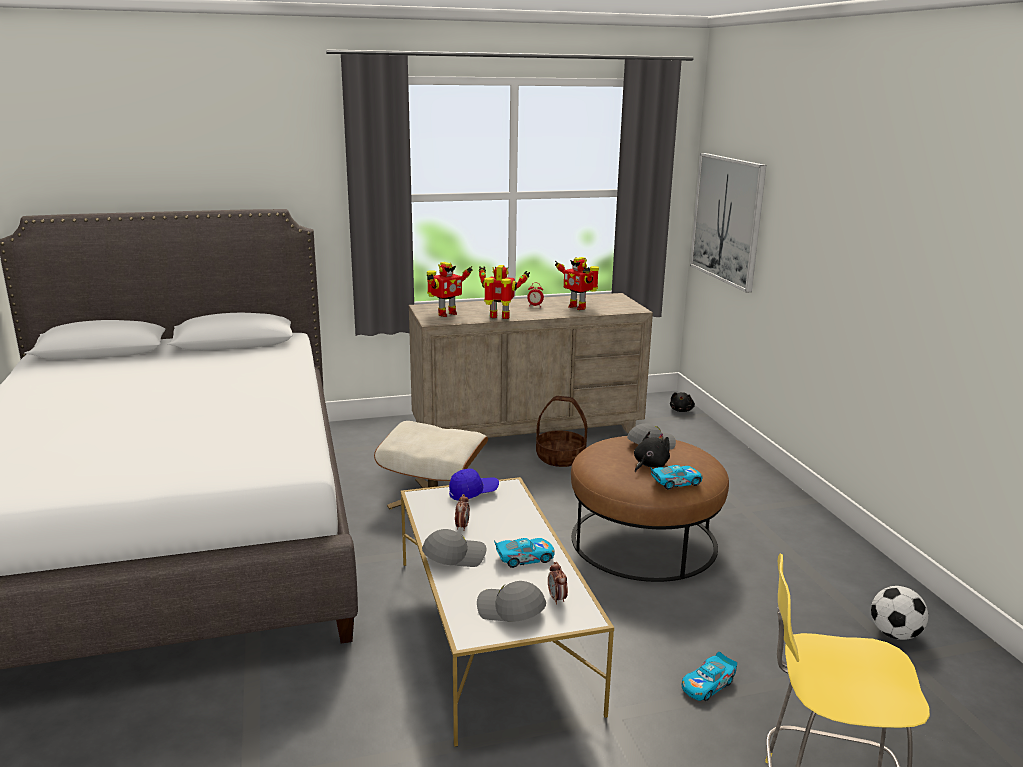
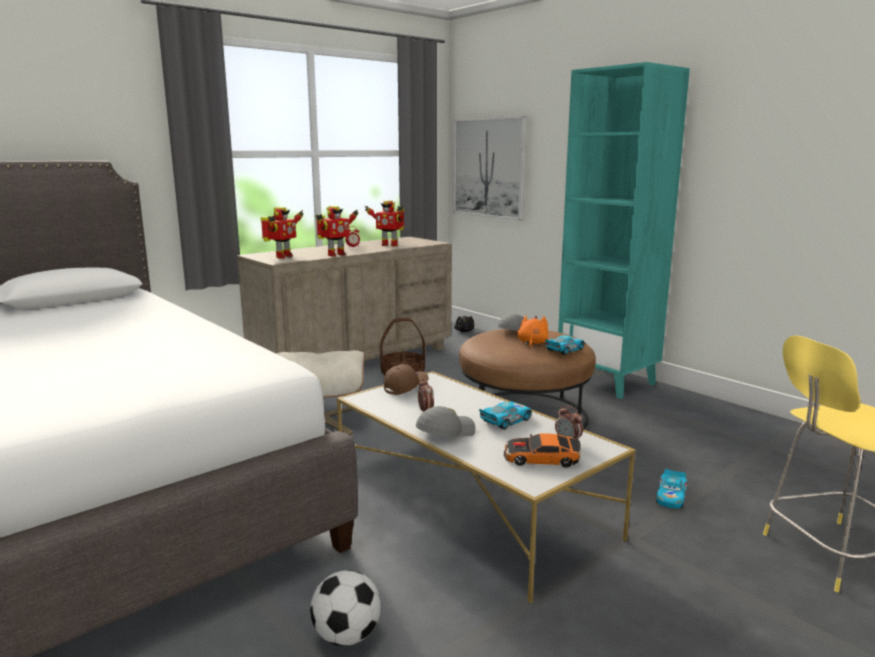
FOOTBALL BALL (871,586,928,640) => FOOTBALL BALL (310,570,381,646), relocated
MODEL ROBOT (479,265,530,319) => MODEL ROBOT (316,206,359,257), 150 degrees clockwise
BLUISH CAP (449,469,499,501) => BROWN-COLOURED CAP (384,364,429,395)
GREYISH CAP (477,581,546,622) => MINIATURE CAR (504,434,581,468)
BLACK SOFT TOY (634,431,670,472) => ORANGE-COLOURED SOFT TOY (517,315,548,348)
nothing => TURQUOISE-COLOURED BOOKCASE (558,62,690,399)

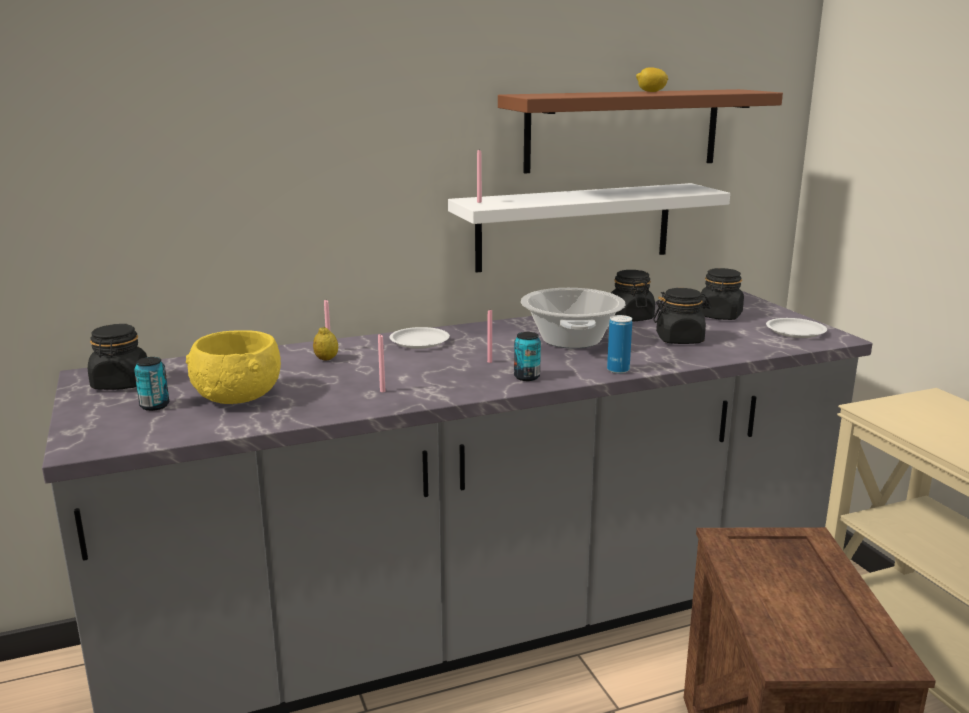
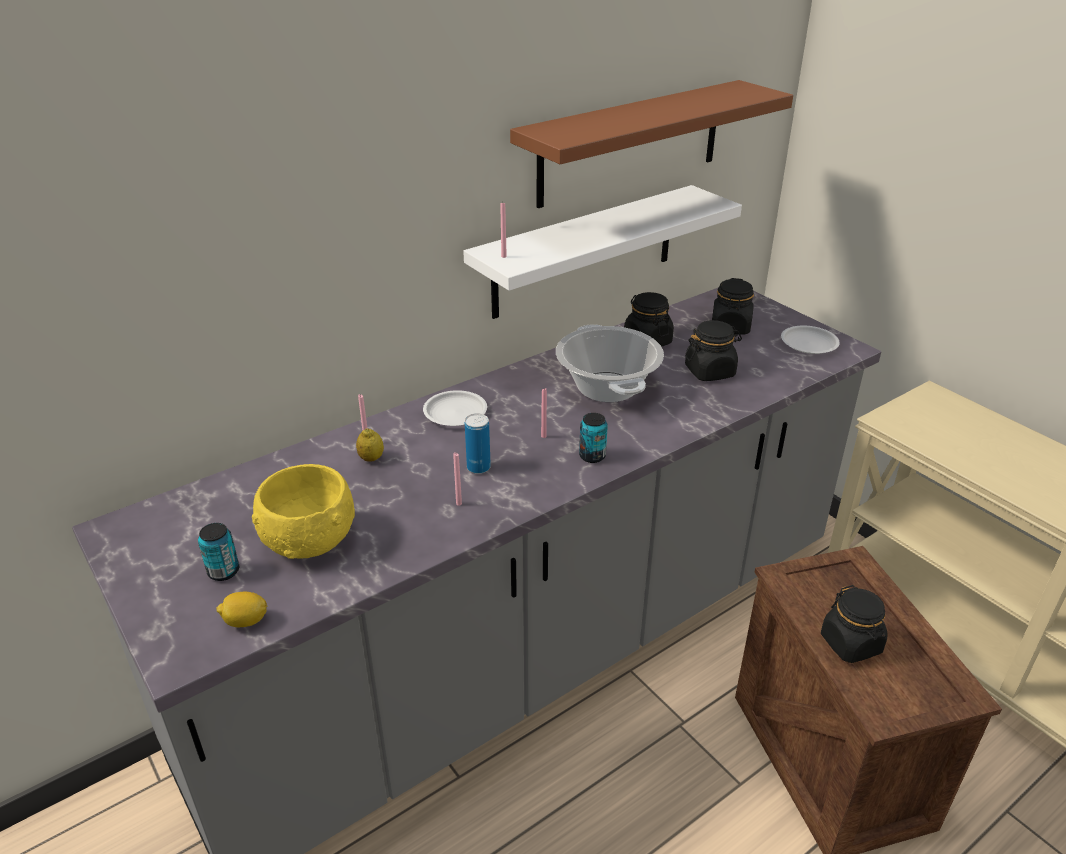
WHOLE LEMON (636,67,668,92) => WHOLE LEMON (217,592,267,627), relocated
CAN (607,315,632,374) => CAN (465,413,491,474), relocated
BLACK STORAGE JAR (88,324,147,390) => BLACK STORAGE JAR (821,585,888,663), relocated

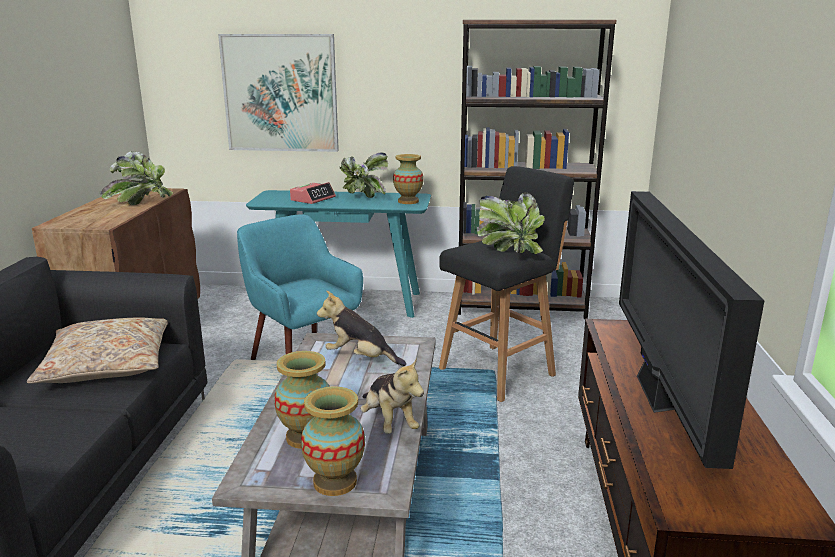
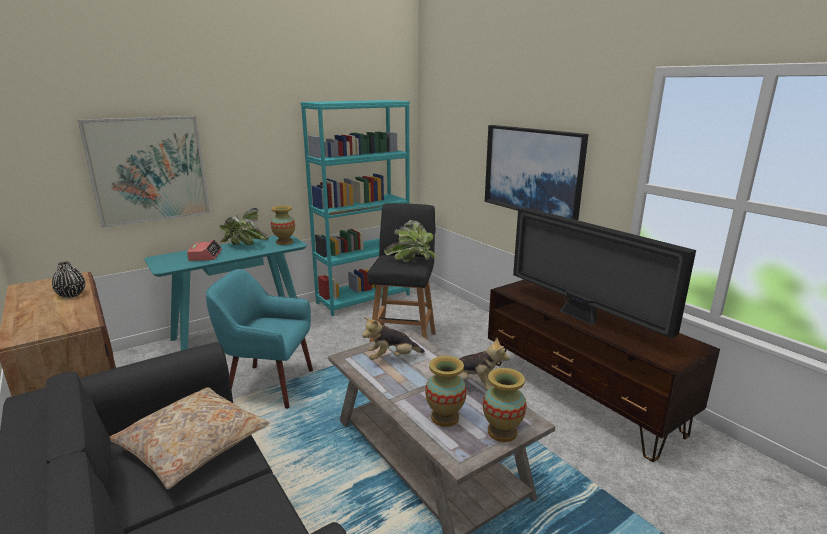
POTTED PLANT (100,151,173,205) => BLACK FLOWER VASE (52,261,85,298)
BROWN-COLOURED BOOKCASE (458,20,616,319) => TURQUOISE-COLOURED BOOKCASE (300,100,410,316)
nothing => WALL ART (485,125,588,220)

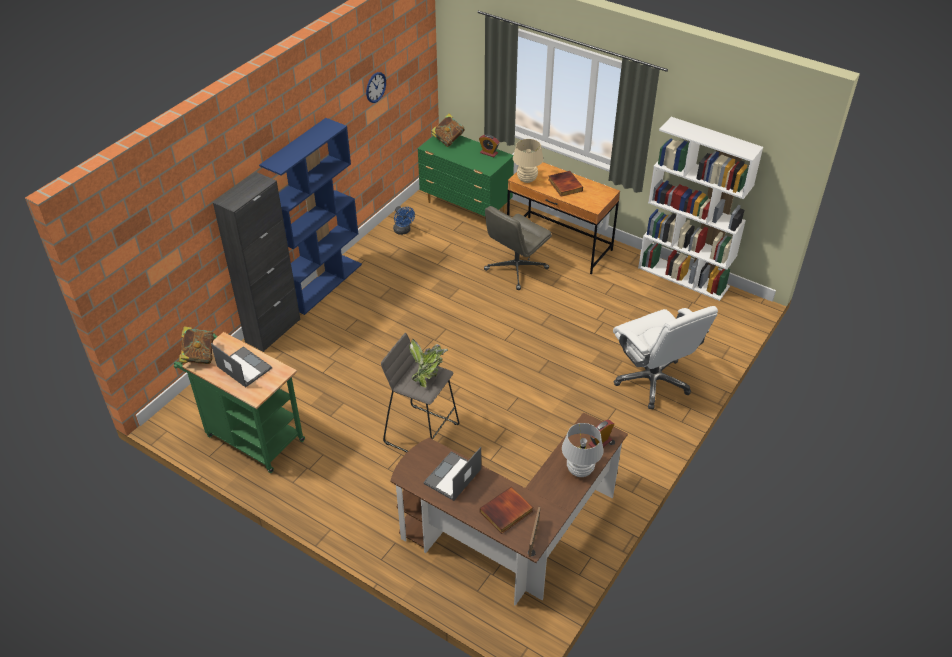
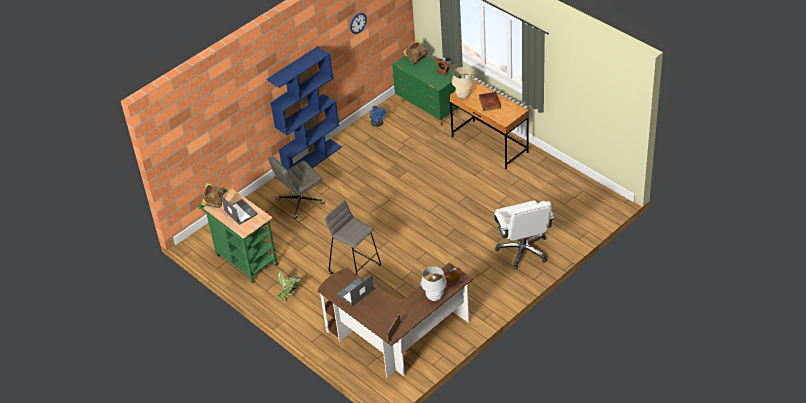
GREYISH DESK CHAIR (484,206,552,290) => GREYISH DESK CHAIR (268,156,325,219), relocated
POTTED PLANT (409,339,448,388) => POTTED PLANT (278,271,301,302), relocated
BLACK STORAGE CABINET (213,172,300,352) => nothing
BOUND BOOK (480,487,533,534) => nothing
WHITE BOOKCASE (638,117,763,301) => nothing

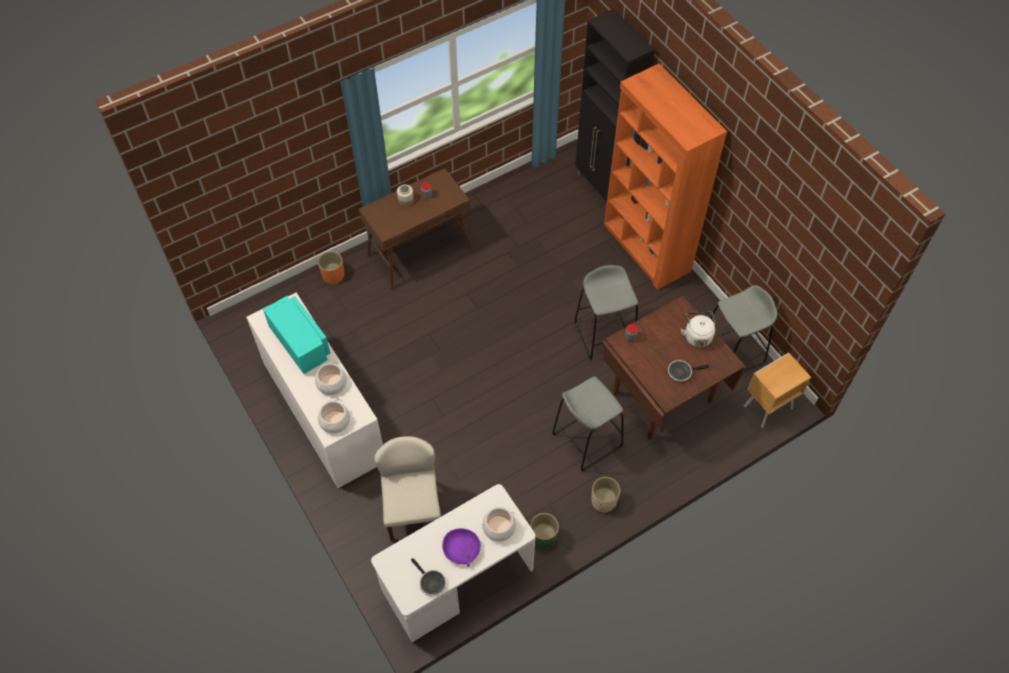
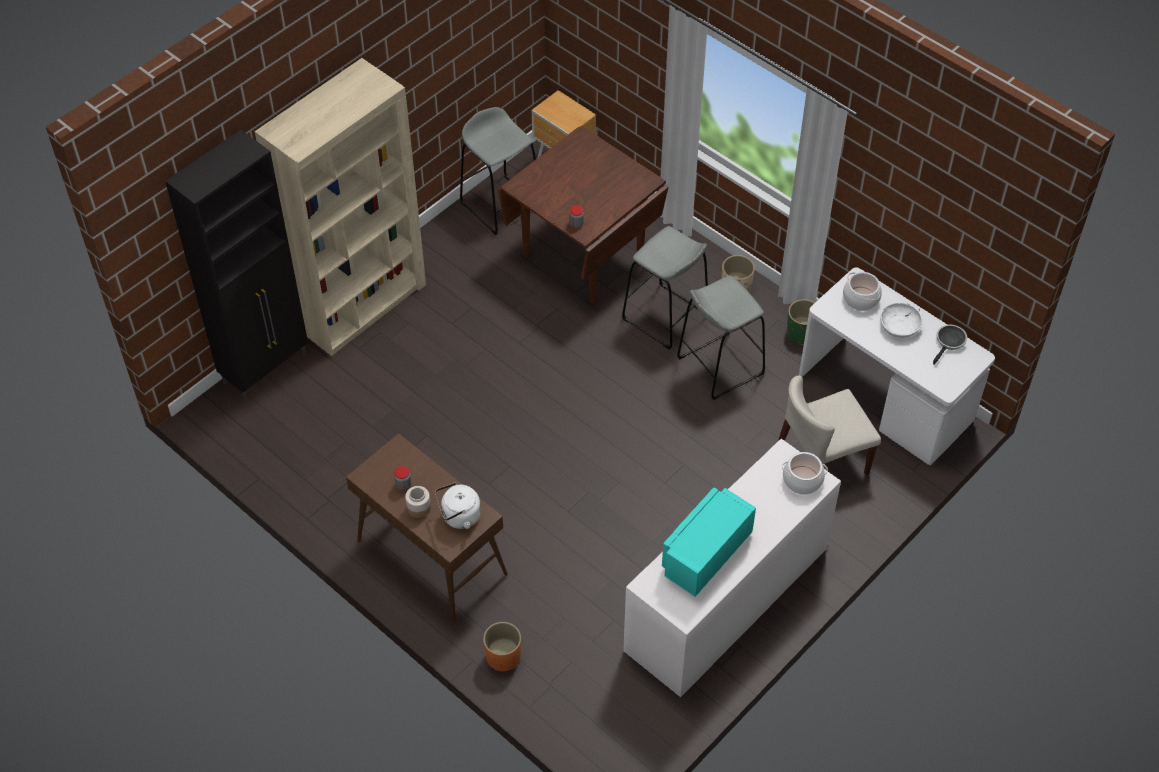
ORANGE-COLOURED BOOKCASE (604,63,727,290) => BEIGE-COLOURED BOOKCASE (254,58,426,356)
WHITE KETTLE (681,312,715,347) => WHITE KETTLE (435,483,481,529), relocated
GREYISH SITTING STOOL (574,265,638,360) => GREYISH SITTING STOOL (677,276,765,400), relocated
PURPLE-COLOURED SERVING BOWL (442,528,481,567) => WHITE SERVING BOWL (880,302,923,338)
SAUCEPOT (315,362,347,395) => nothing
SKILLET (668,360,709,382) => nothing

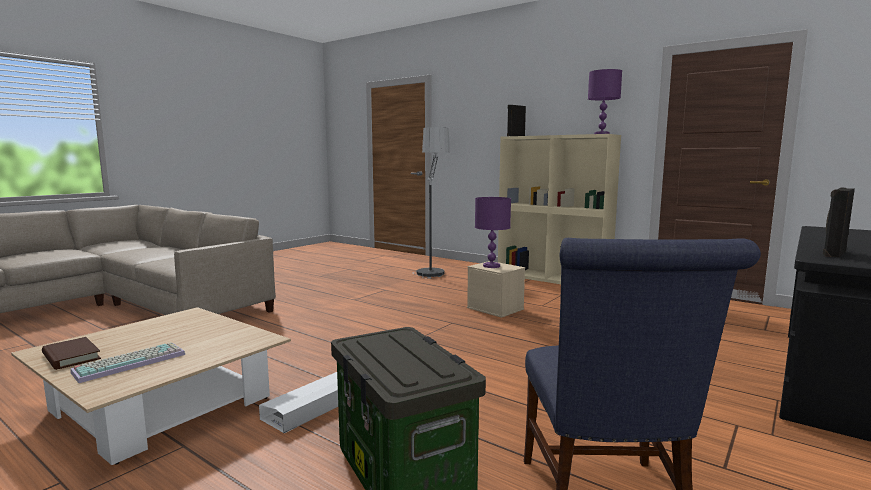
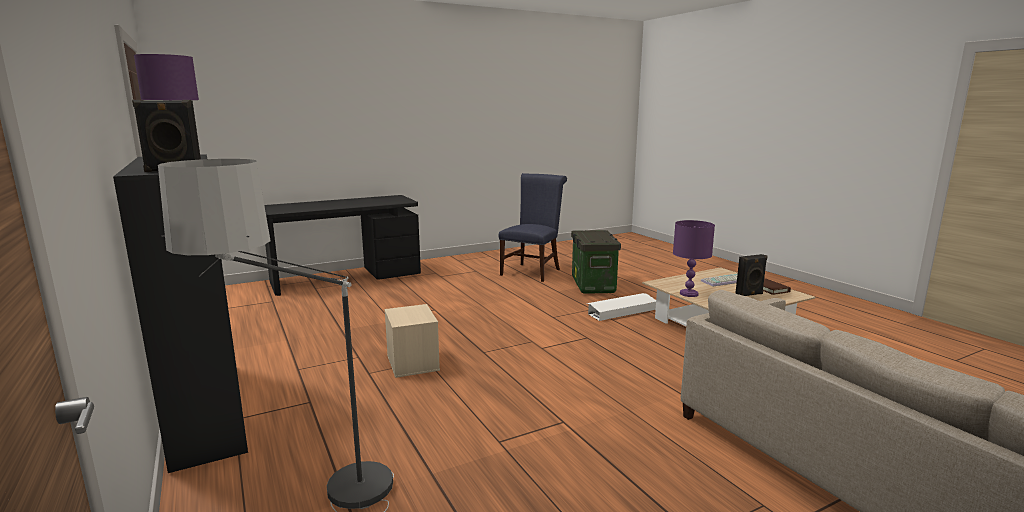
BEIGE-COLOURED BOOKCASE (498,134,621,284) => BLACK BOOKCASE (113,154,248,473)
PURPLE-COLOURED TABLE LAMP (475,197,511,268) => PURPLE-COLOURED TABLE LAMP (673,220,715,297), relocated
BLACK AUDIO SPEAKER (823,188,855,258) => BLACK AUDIO SPEAKER (735,254,768,296), relocated

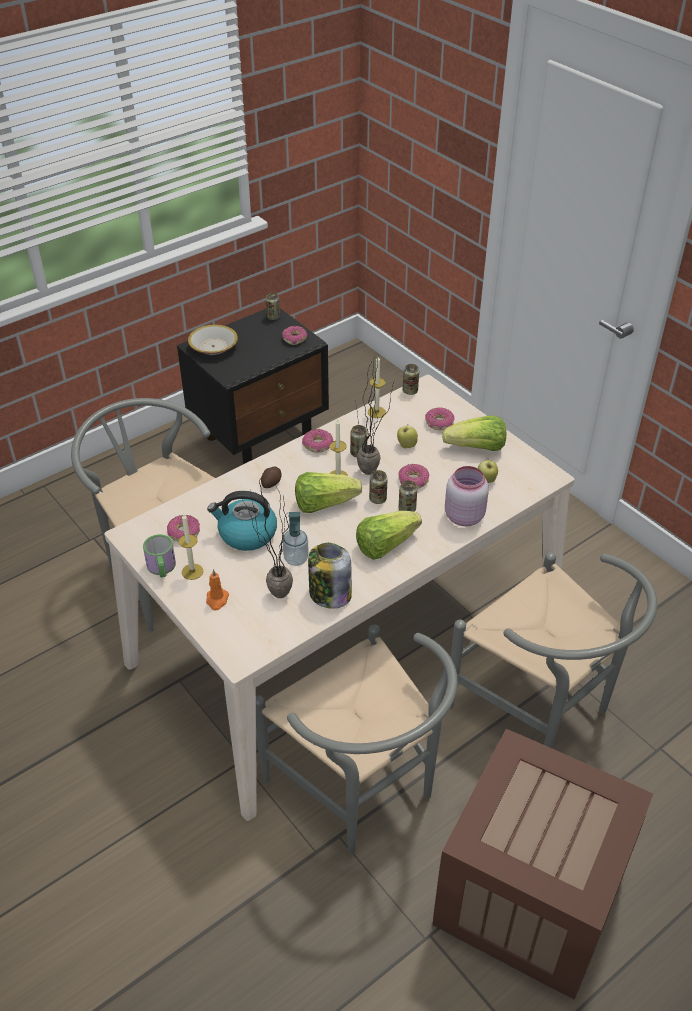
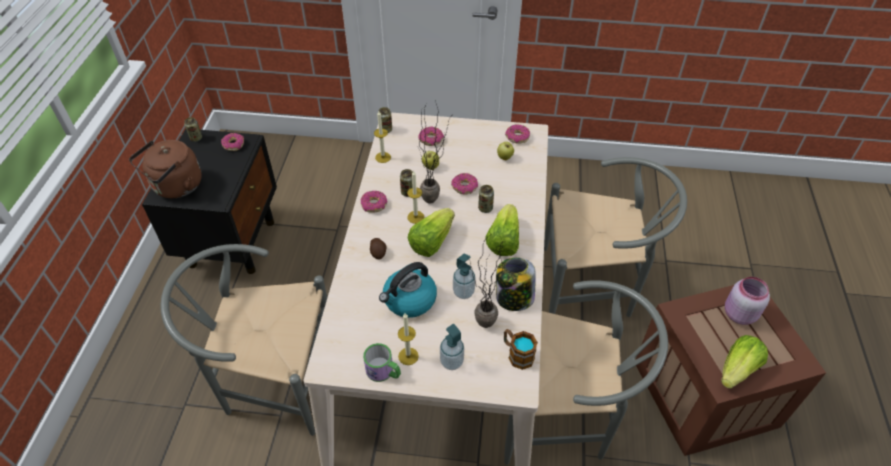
SERVING BOWL (188,325,238,355) => BROWN-COLOURED KETTLE (129,140,202,198)
ORANGE-COLOURED WAX LIGHT (206,569,229,610) => SOAP DISPENSER (440,324,464,370)
nothing => TEA MUG (504,329,538,370)
DONUT (167,515,200,541) => DONUT (505,125,530,144), relocated
LETTUCE (442,415,506,451) => LETTUCE (721,335,768,388), relocated
PINKISH STORAGE JAR (445,466,489,526) => PINKISH STORAGE JAR (725,277,770,325), relocated
CAN (369,470,388,504) => nothing

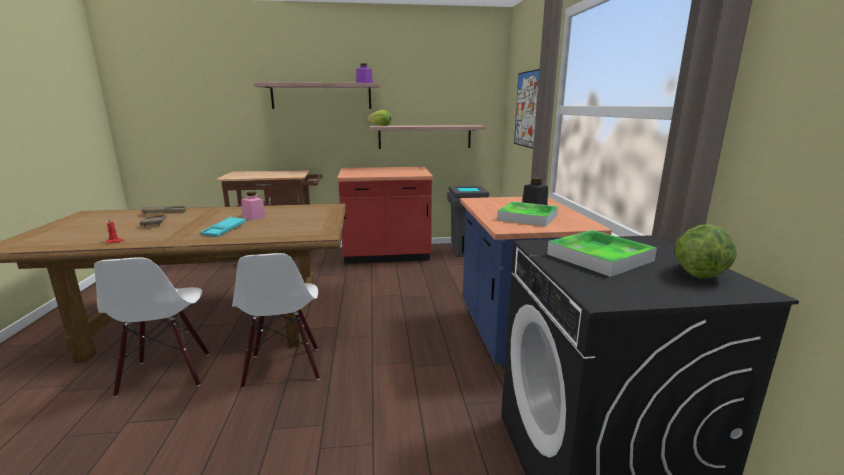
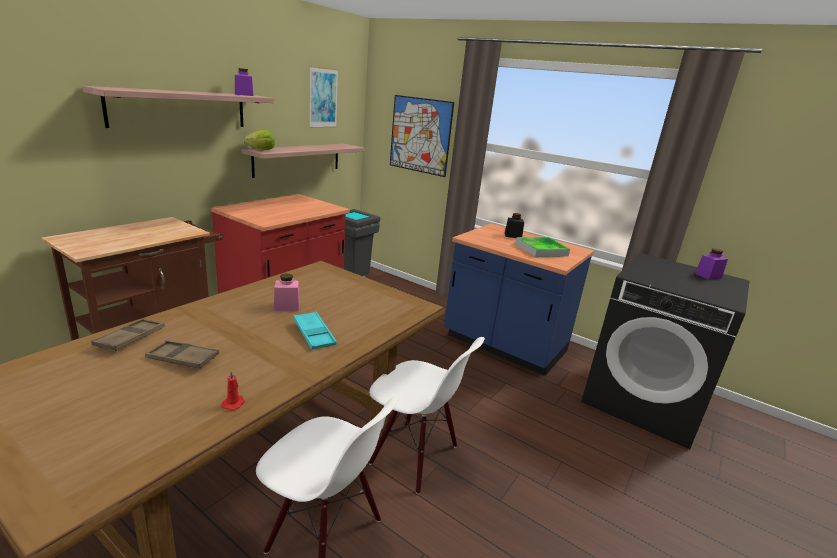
nothing => WALL ART (309,66,338,128)
LETTUCE (674,224,737,279) => PURPLE-COLOURED STORAGE JAR (695,248,728,280)
TRAY (547,230,657,277) => nothing

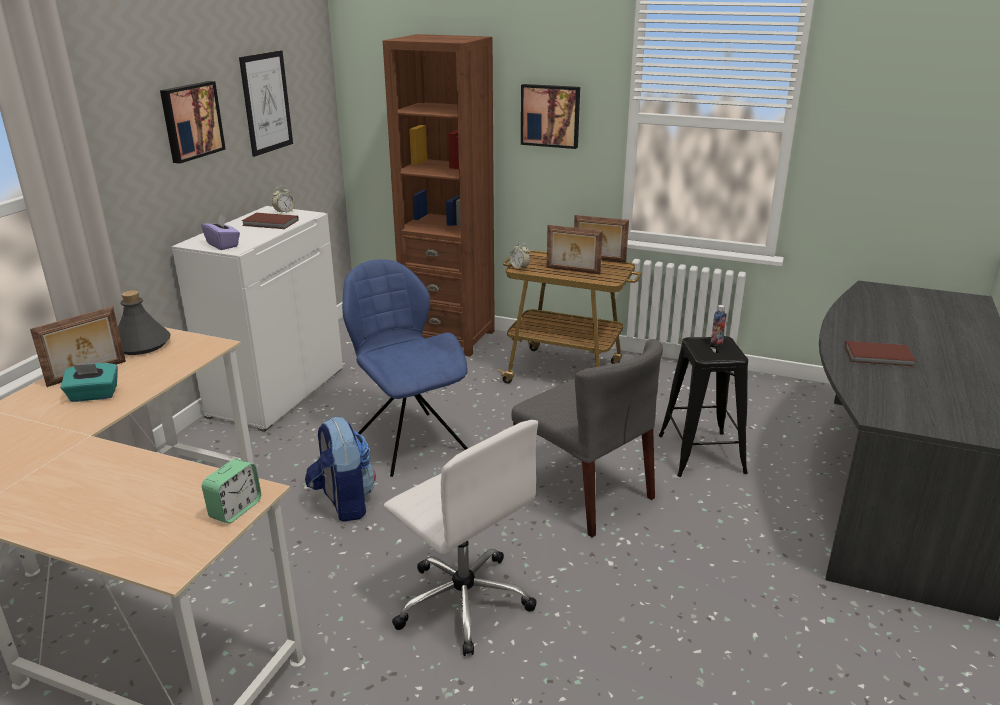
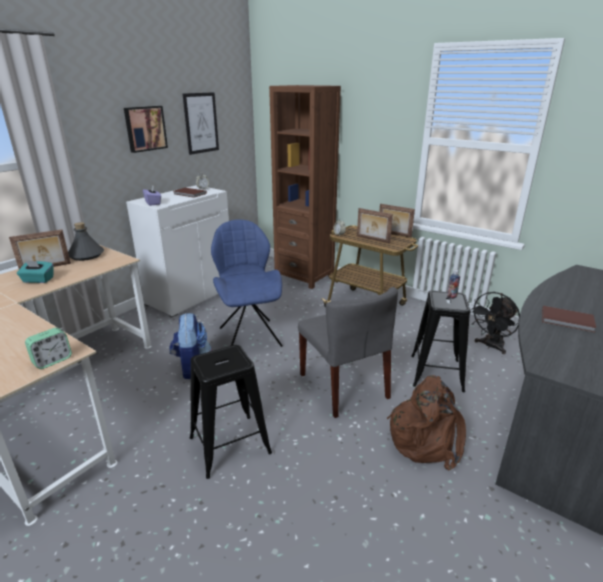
WHITE DESK CHAIR (383,420,538,656) => BLACK SITTING STOOL (190,345,272,479)
nothing => BROWN-COLOURED KNAPSACK (387,375,466,470)
nothing => BLACK COOLING FAN (471,292,520,354)
WALL ART (521,84,580,149) => nothing

